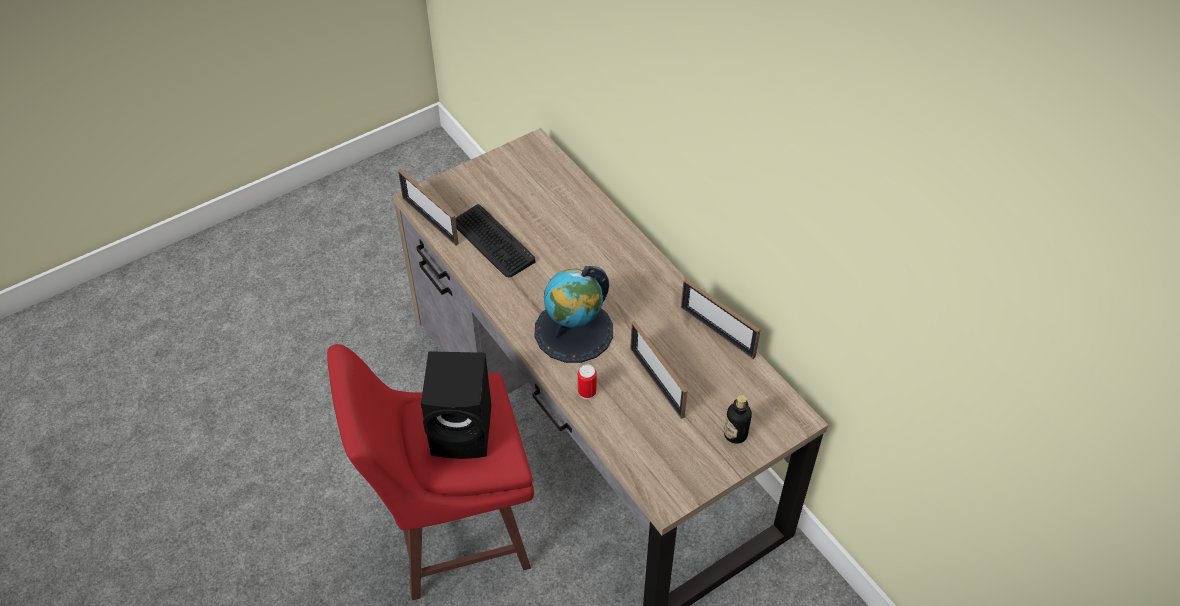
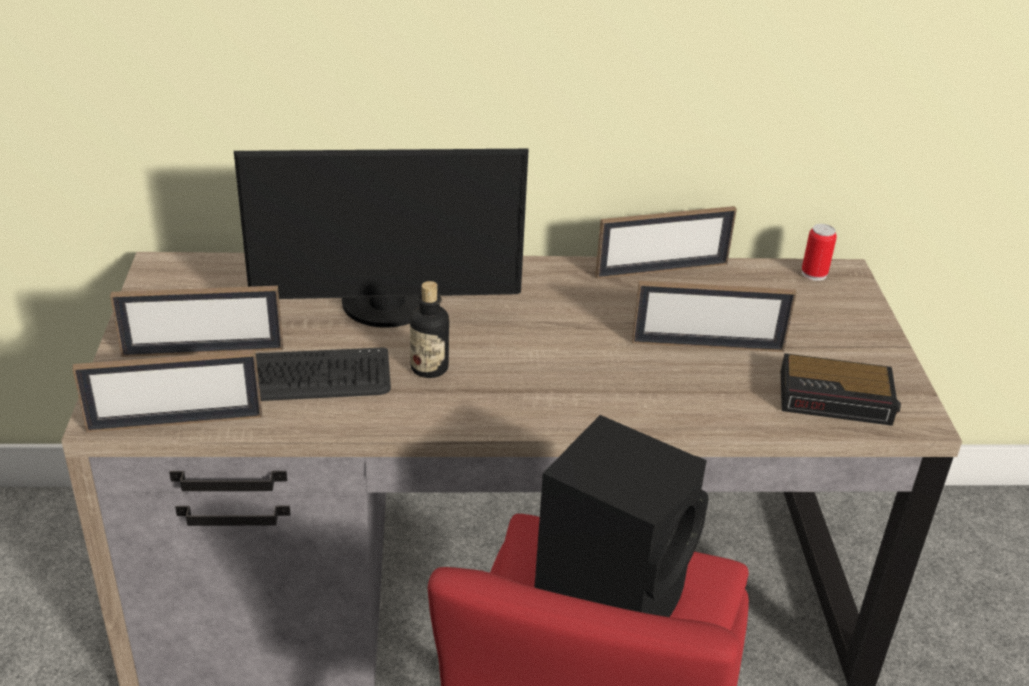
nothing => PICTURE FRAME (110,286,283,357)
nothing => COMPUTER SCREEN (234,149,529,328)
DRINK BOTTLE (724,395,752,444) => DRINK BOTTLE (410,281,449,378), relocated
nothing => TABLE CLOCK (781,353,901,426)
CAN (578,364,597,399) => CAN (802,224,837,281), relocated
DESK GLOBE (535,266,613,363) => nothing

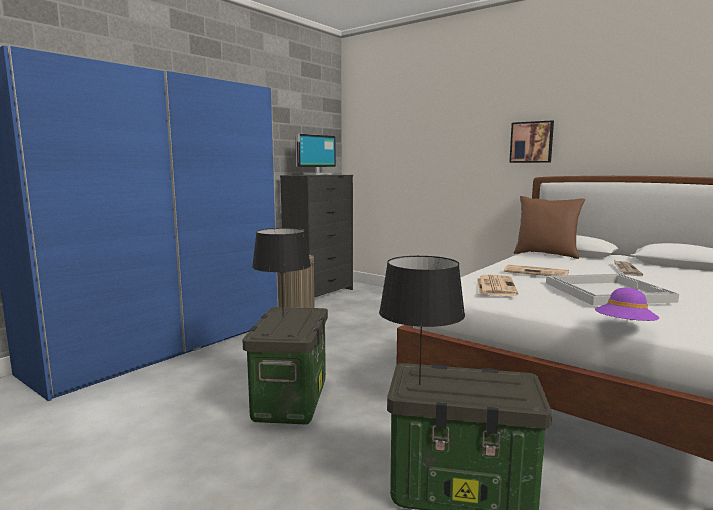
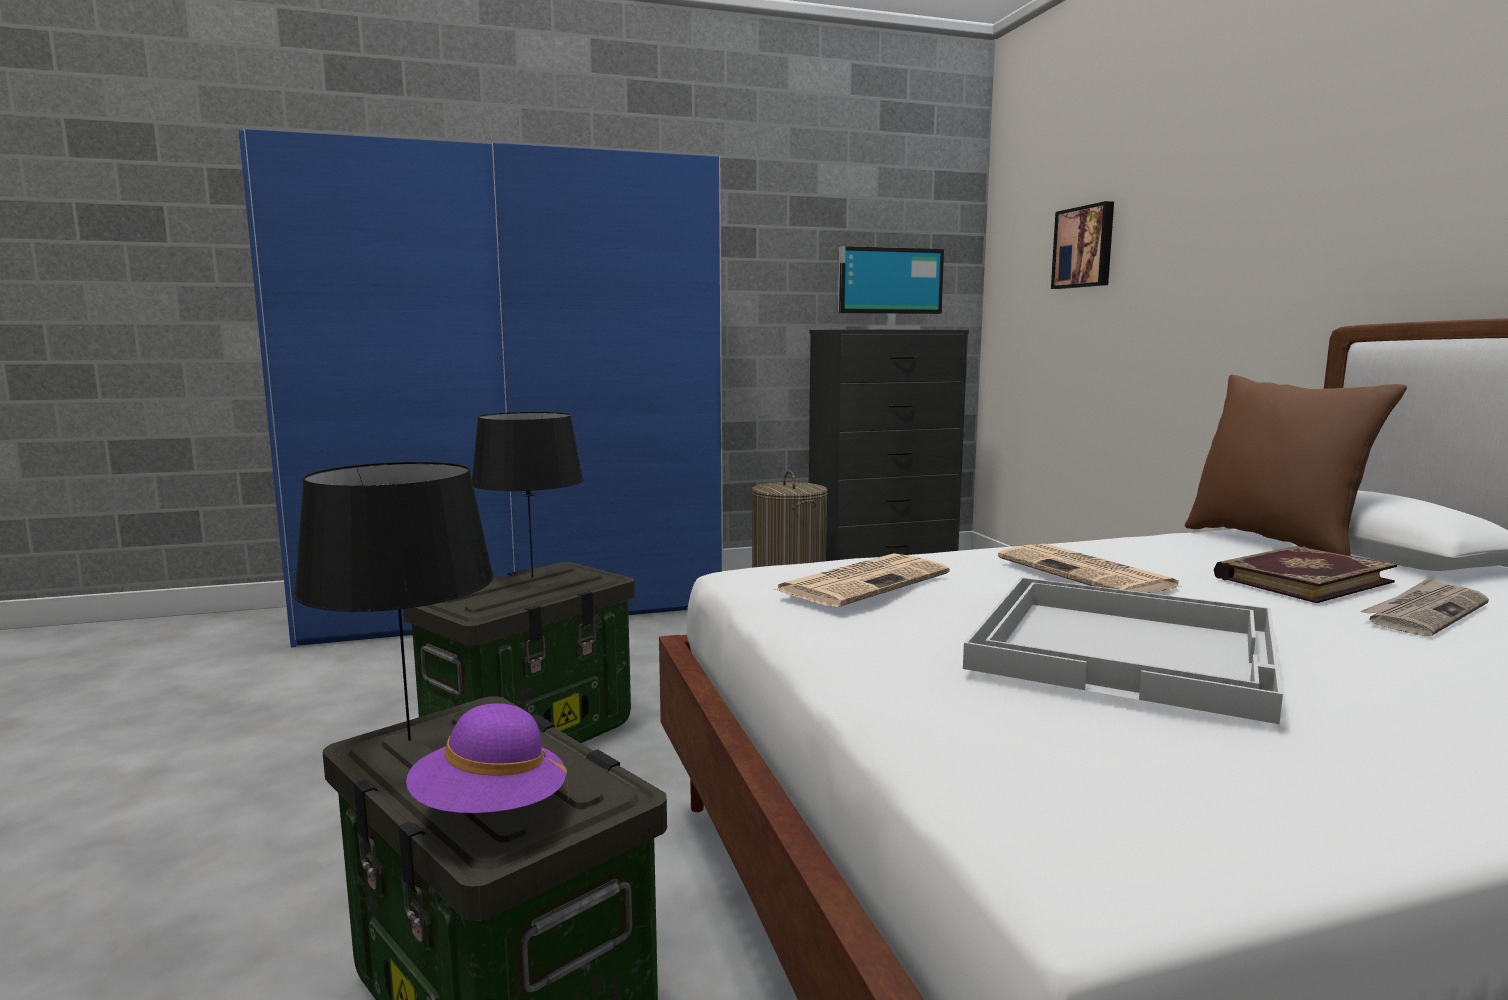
PURPLE-COLOURED HAT (595,288,659,321) => PURPLE-COLOURED HAT (406,703,569,813), relocated
WALL ART (509,120,554,163) => WALL ART (1051,201,1114,289), relocated
nothing => BOUND BOOK (1214,545,1397,603)

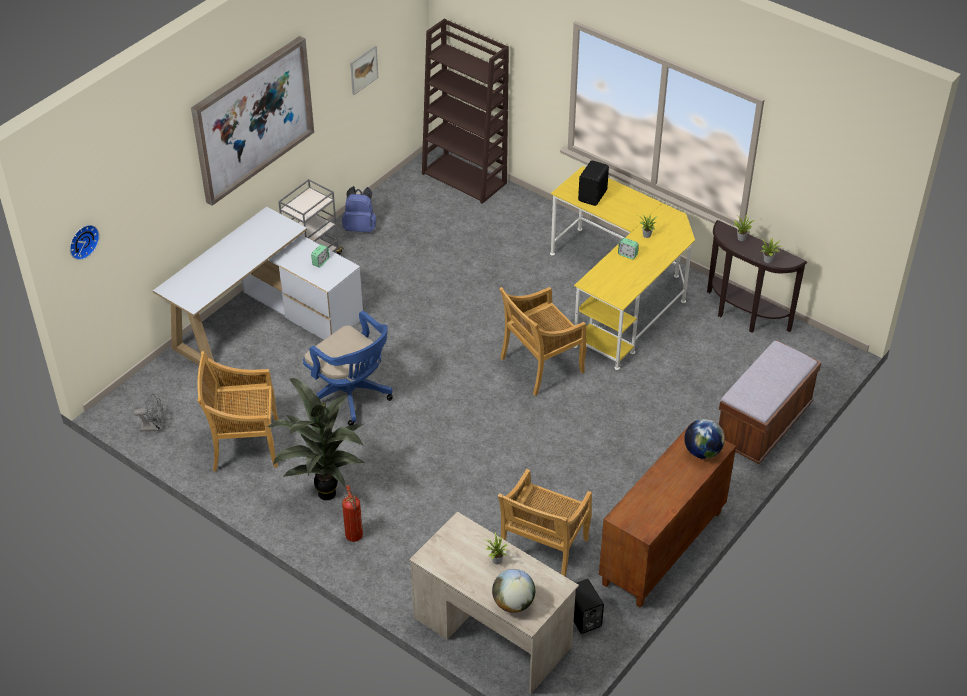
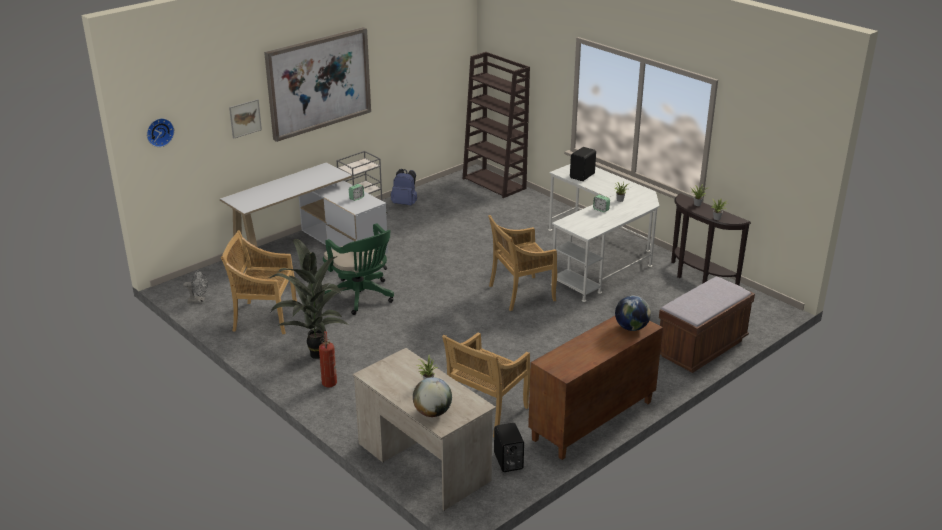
WALL ART (350,46,378,95) => WALL ART (229,99,262,139), relocated
BLUISH DESK CHAIR (303,311,393,426) => GREEN-COLOURED DESK CHAIR (323,223,394,315)
YELLOWISH DESK (550,166,695,370) => WHITE DESK (548,164,659,302)

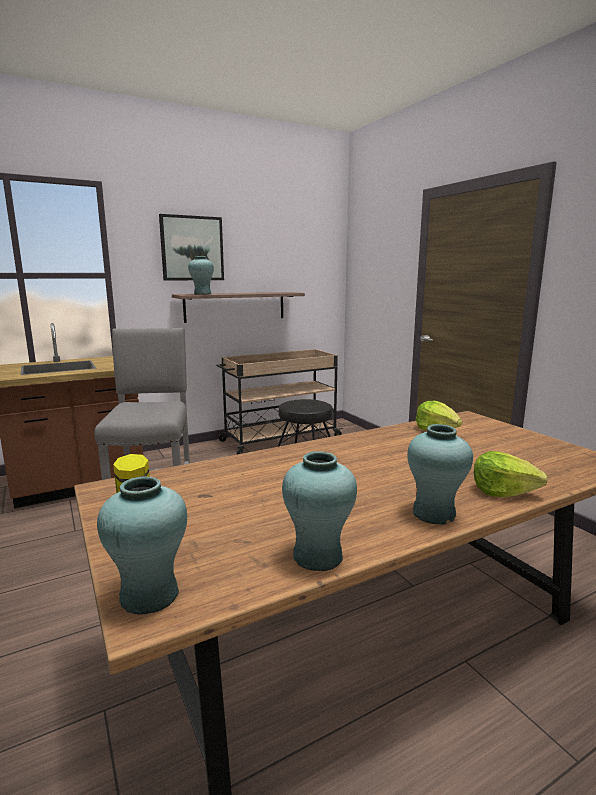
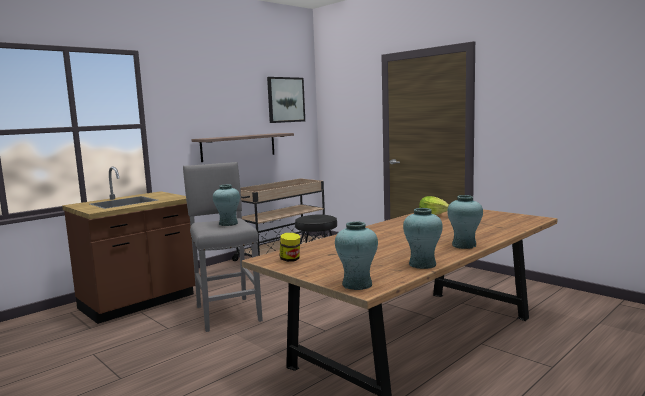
TURQUOISE-COLOURED FLOWER VASE (188,256,214,295) => TURQUOISE-COLOURED FLOWER VASE (213,184,240,226), relocated
WALL ART (159,214,224,281) => WALL ART (267,77,305,123), relocated
LETTUCE (474,451,548,497) => nothing

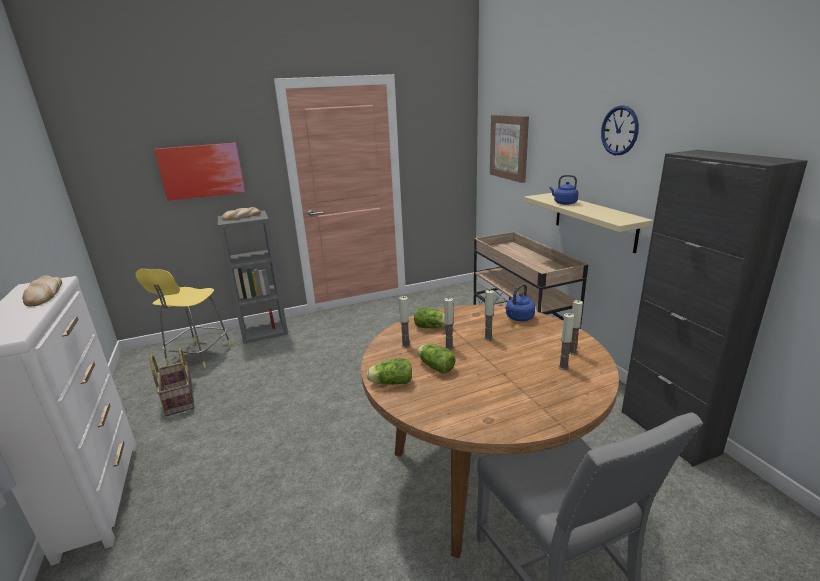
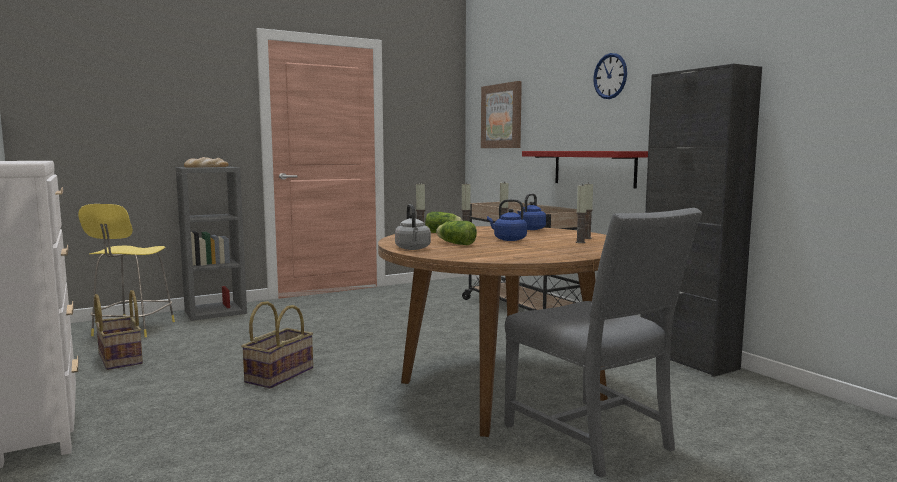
nothing => STORAGE BASKET (241,301,313,388)
LETTUCE (366,358,412,385) => GREYISH KETTLE (395,204,431,250)
BLUISH KETTLE (549,175,579,205) => BLUISH KETTLE (487,199,527,241), relocated
BEIGE-COLOURED SHELF (524,193,653,253) => RED-COLOURED SHELF (522,151,648,189)
BREAD (22,275,62,306) => nothing
WALL ART (154,143,245,201) => nothing

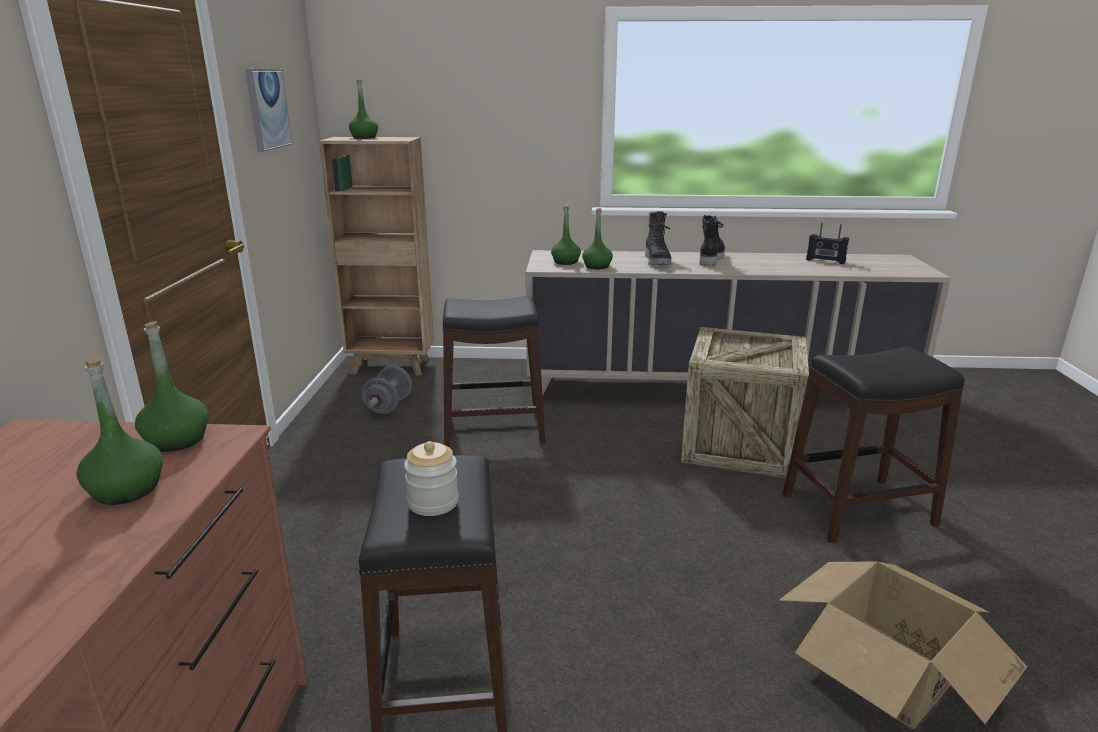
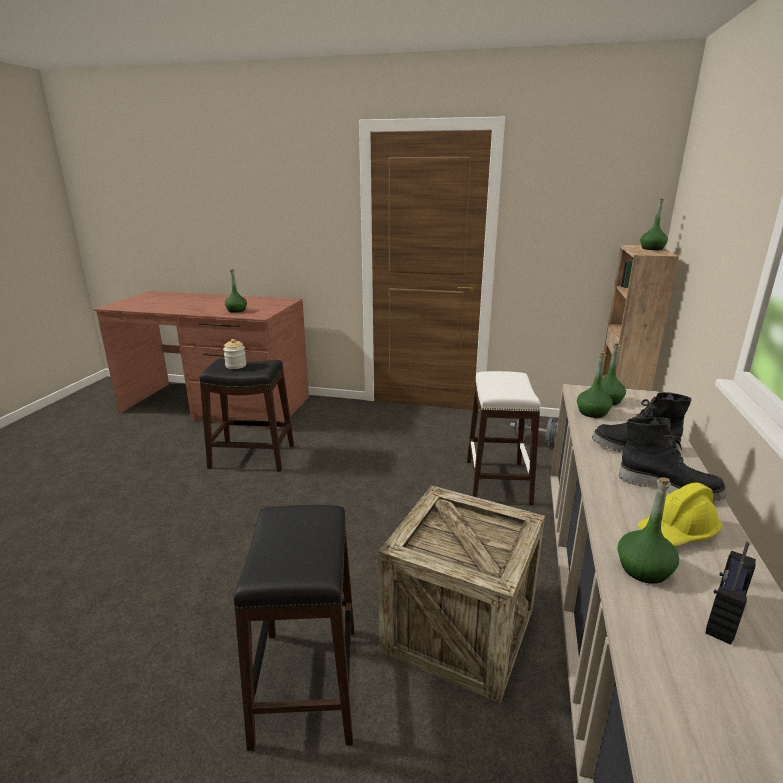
BLACK SITTING STOOL (443,296,545,448) => WHITE SITTING STOOL (467,371,541,506)
GREEN-COLOURED DRINK BOTTLE (135,321,209,452) => GREEN-COLOURED DRINK BOTTLE (618,477,679,584), relocated
nothing => YELLOWISH WORK HELMET (638,482,723,546)
WALL ART (245,69,292,152) => nothing
CARDBOARD BOX (779,561,1027,729) => nothing

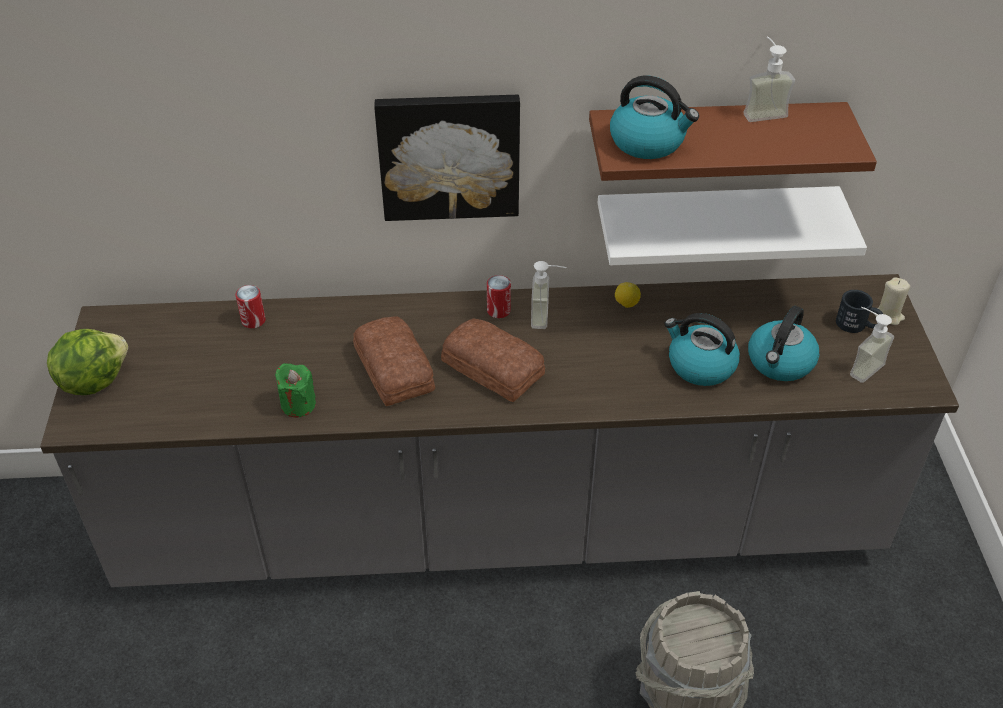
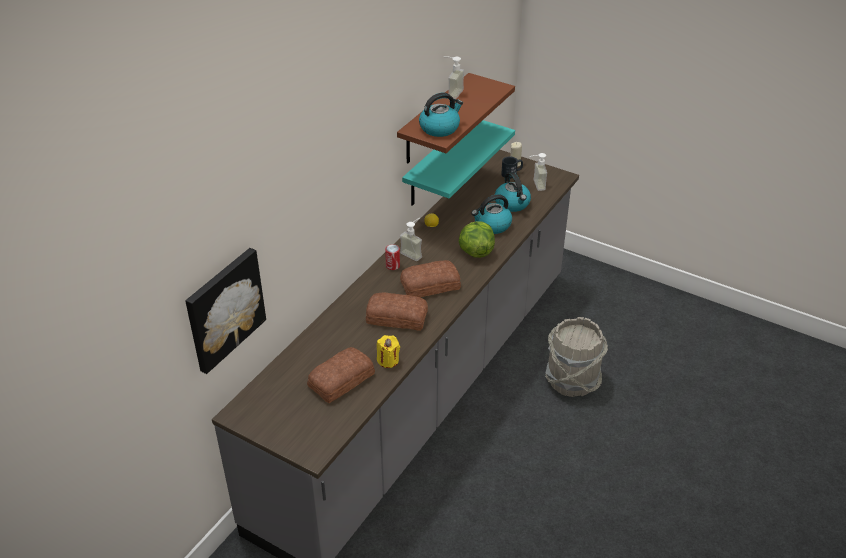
WALL ART (374,95,520,221) => WALL ART (185,248,266,374), relocated
nothing => BREAD (307,347,375,403)
GREEN-COLOURED WAX LIGHT (275,363,316,418) => YELLOWISH WAX LIGHT (377,335,400,368)
WHITE SHELF (598,186,867,265) => TURQUOISE-COLOURED SHELF (402,120,515,206)
LETTUCE (47,329,128,395) => LETTUCE (459,221,495,258), relocated
CAN (235,285,266,328) => nothing

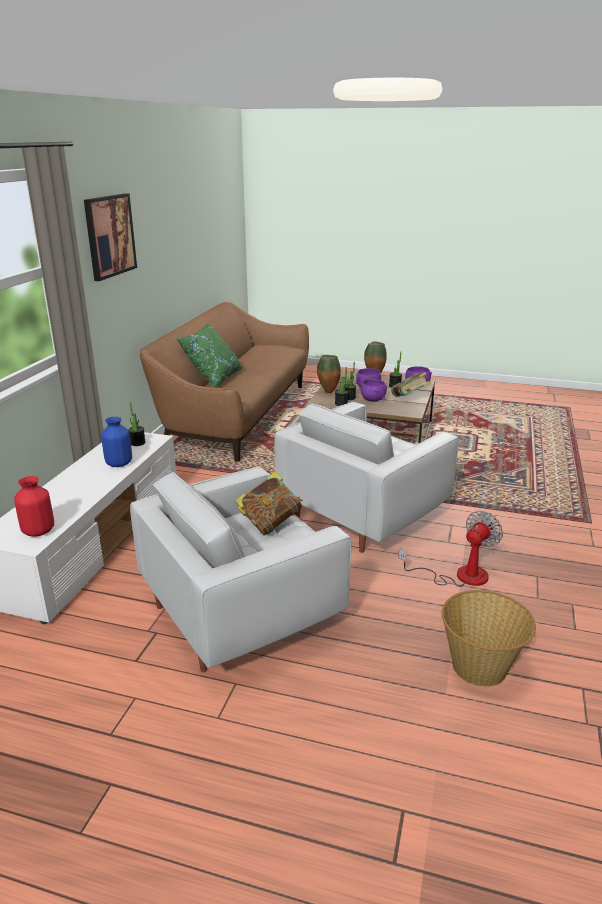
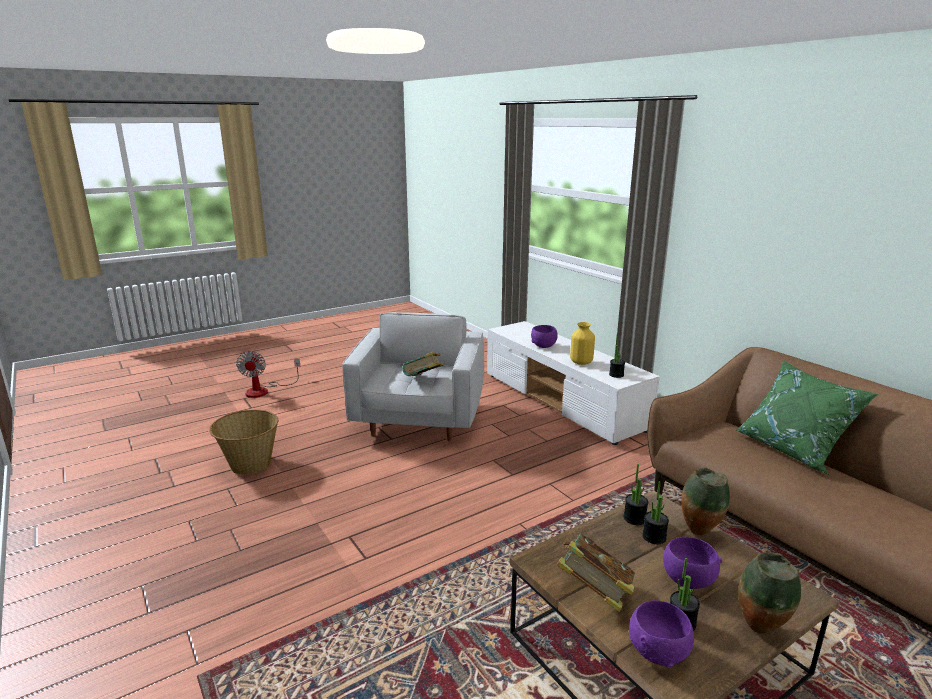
COOLING FAN (398,511,503,587) => COOLING FAN (236,351,300,398), relocated
PURPLE-COLOURED SERVING BOWL (360,379,387,402) => PURPLE-COLOURED SERVING BOWL (531,325,558,348), relocated
BLUISH FLOWER VASE (101,417,132,467) => YELLOWISH FLOWER VASE (570,322,595,365)
RED-COLOURED FLOWER VASE (14,476,54,537) => nothing
WALL ART (84,193,137,281) => nothing
WHITE ARMCHAIR (274,402,459,553) => nothing

